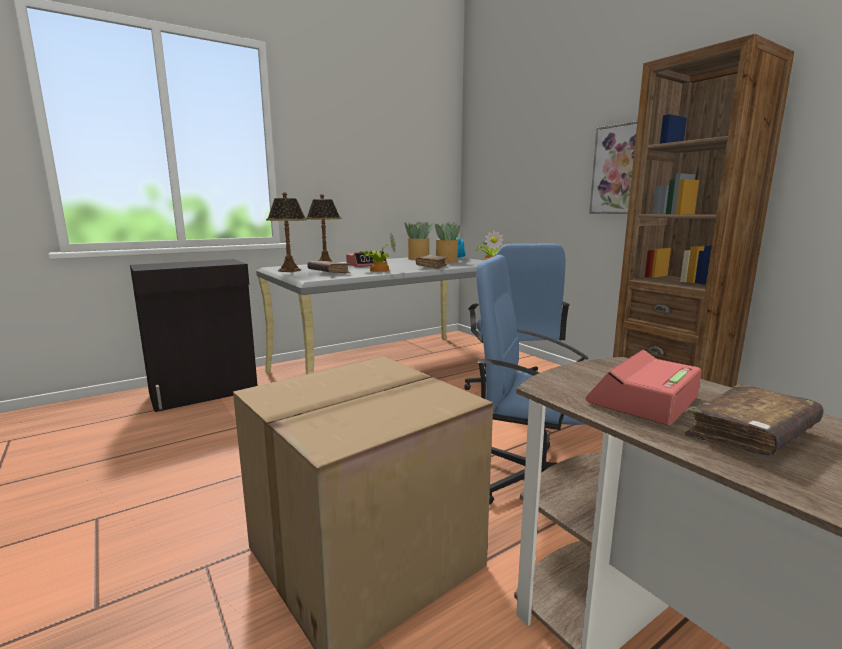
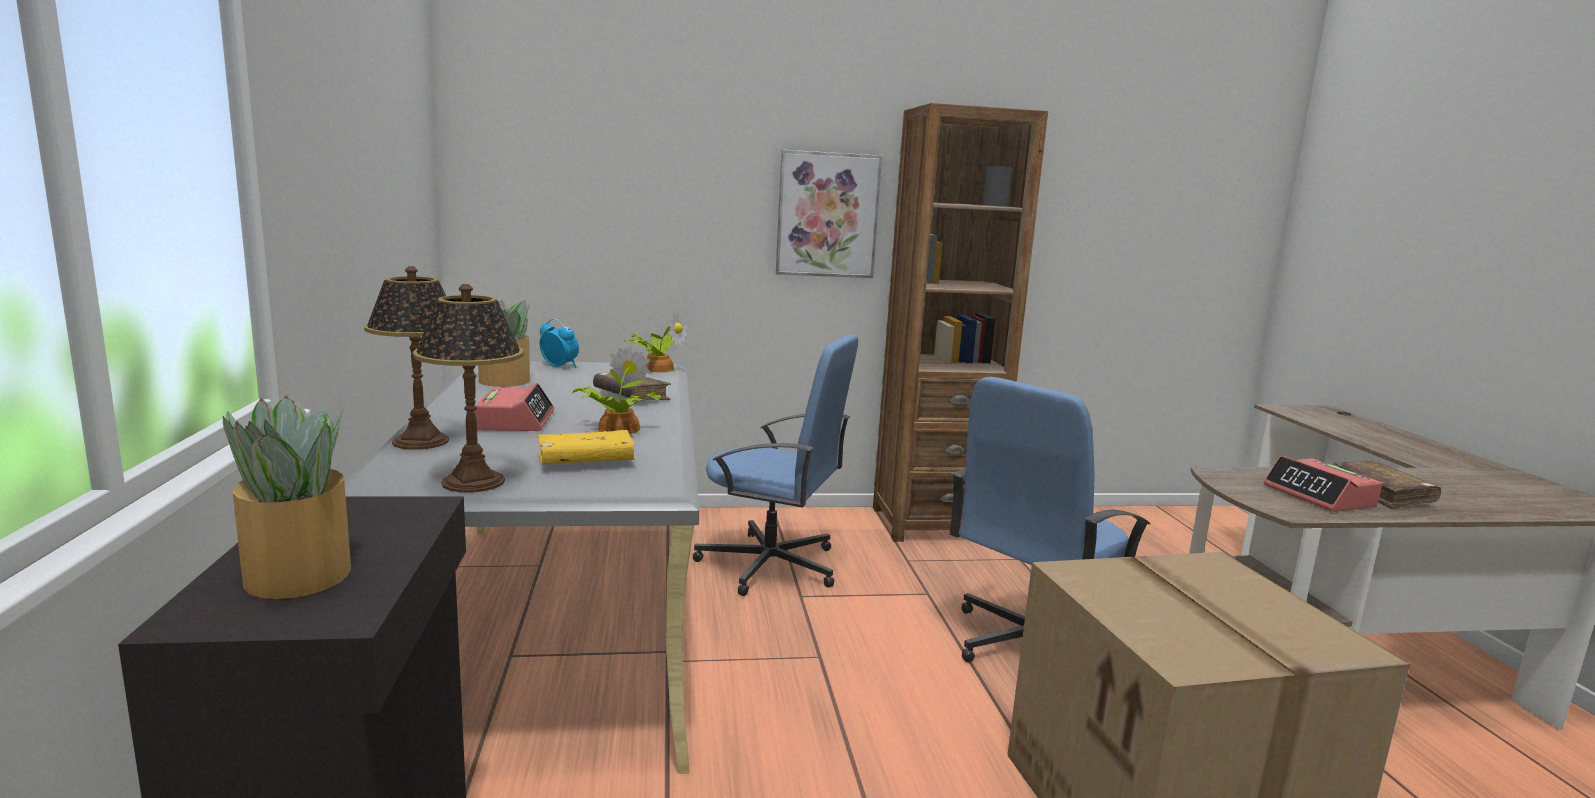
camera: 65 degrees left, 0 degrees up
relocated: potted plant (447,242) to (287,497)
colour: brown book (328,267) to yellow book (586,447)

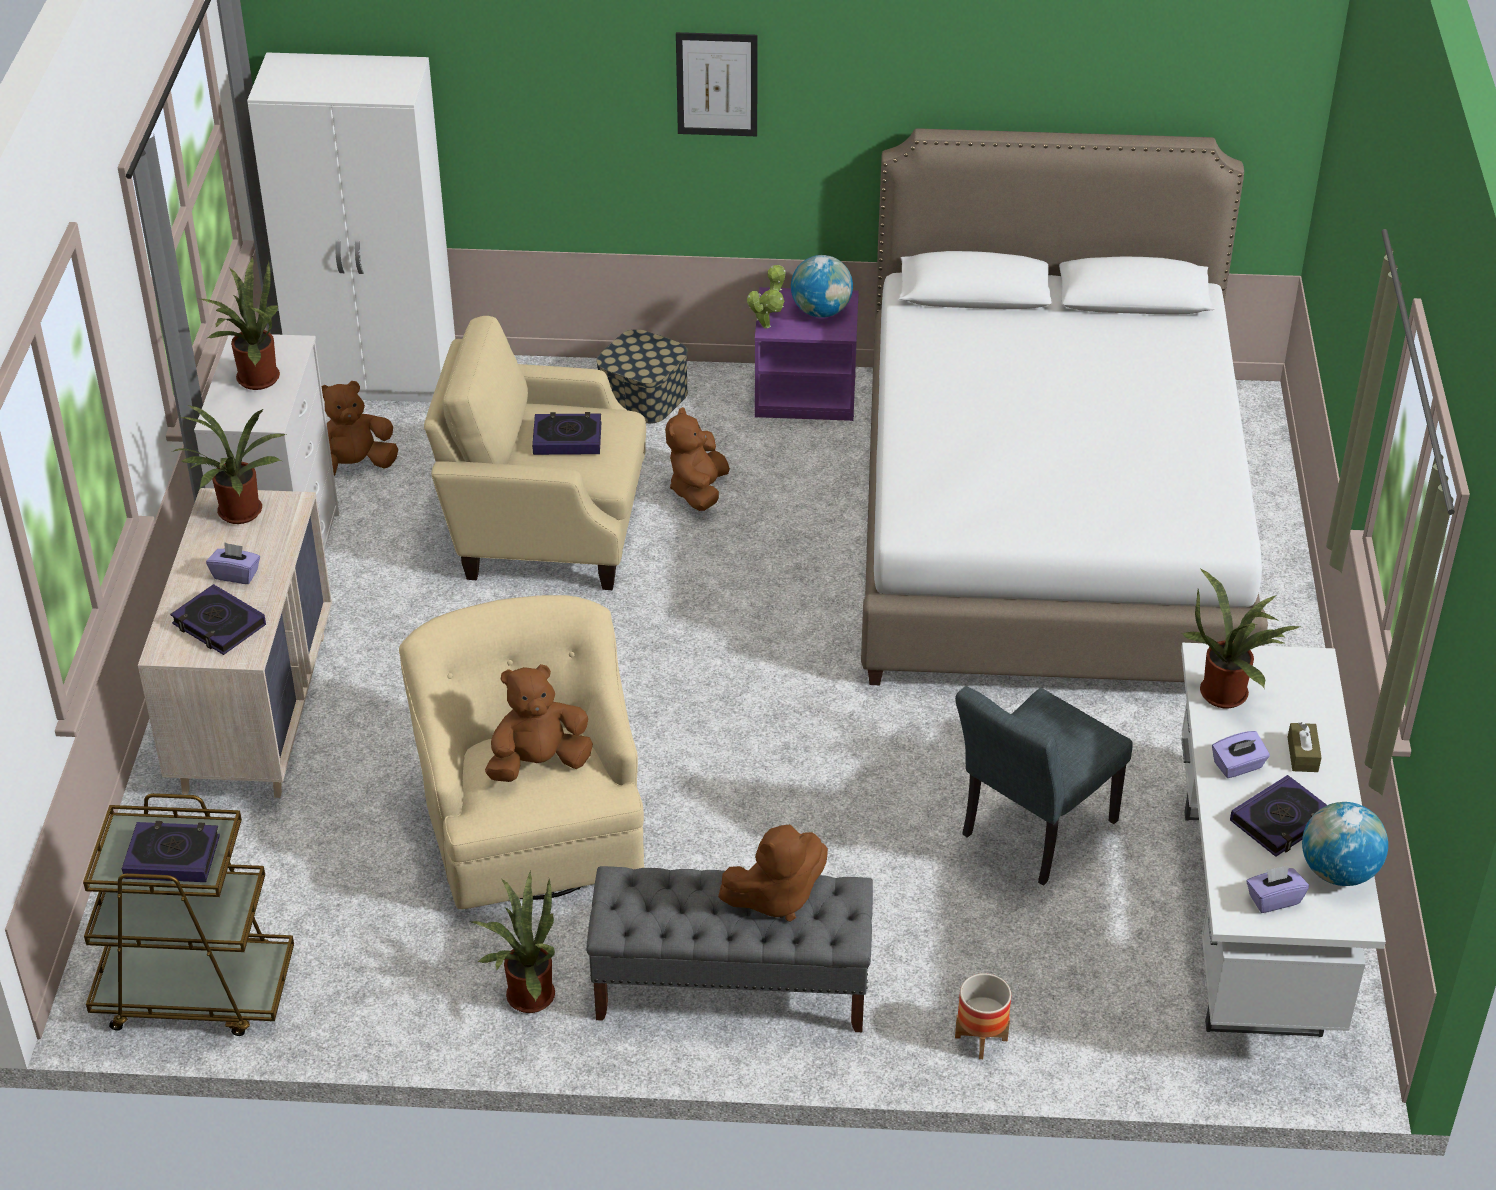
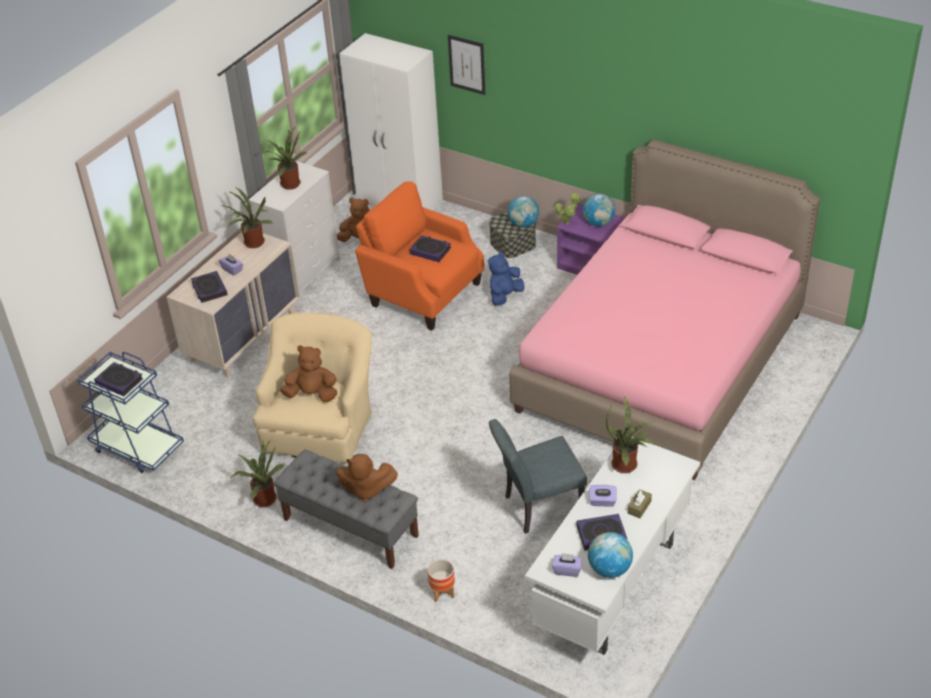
camera: 30 degrees right, 0 degrees up
appeared: globe (523,211)
relocated: picture (717,84) to (466,65)
colour: brown cart (188,914) to blue cart (131,412); beige armchair (535,453) to orange armchair (419,256); brown plush toy (697,459) to blue plush toy (506,279); white bed (1064,406) to pink bed (664,309)

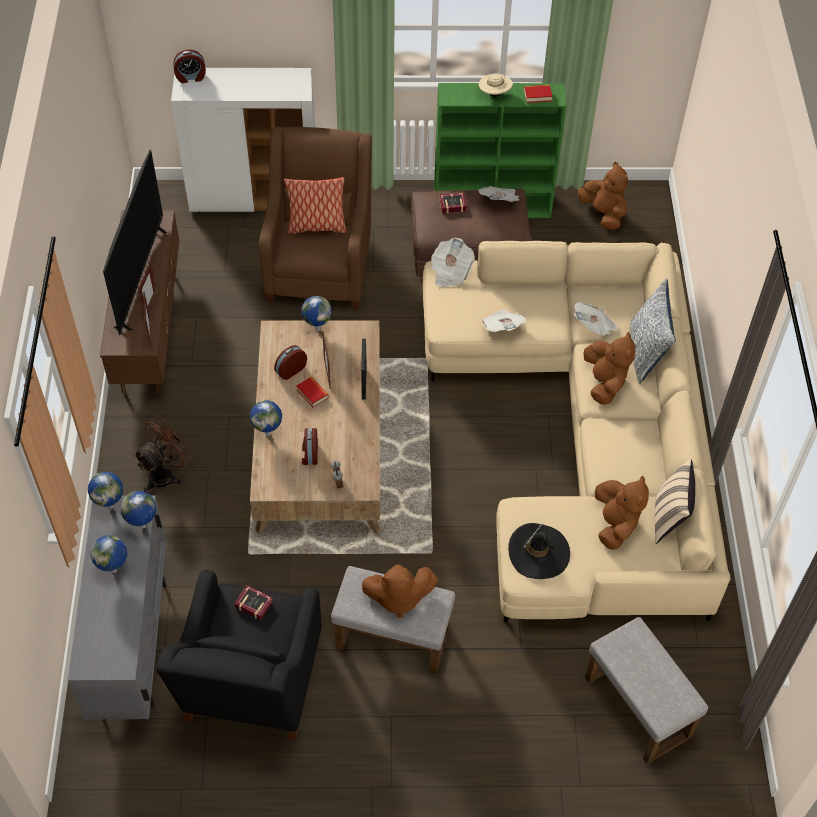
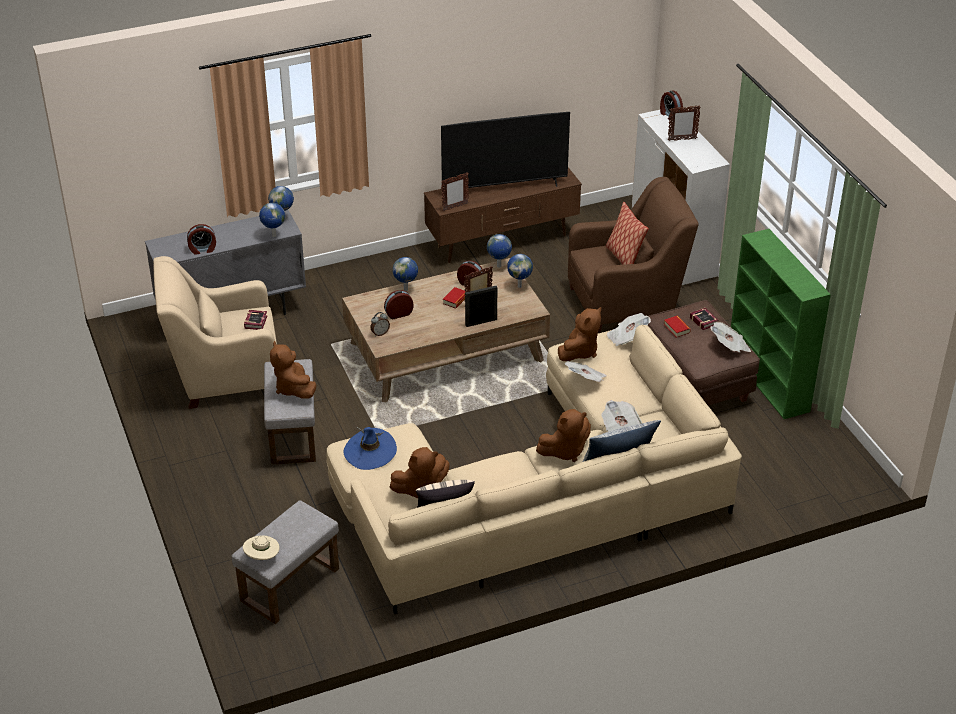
camera: 70 degrees right, 15 degrees down
missing: brown fan (163,454)
appeared: alarm clock (201,239)
relocated: beige hat (496,85) to (261,548); globe (109,554) to (499,251); brown plush toy (603,196) to (579,334); book (538,94) to (677,327); picture frame (147,288) to (684,123)
colour: black armchair (239,655) to beige armchair (215,332); black hat (539,551) to blue hat (370,448)

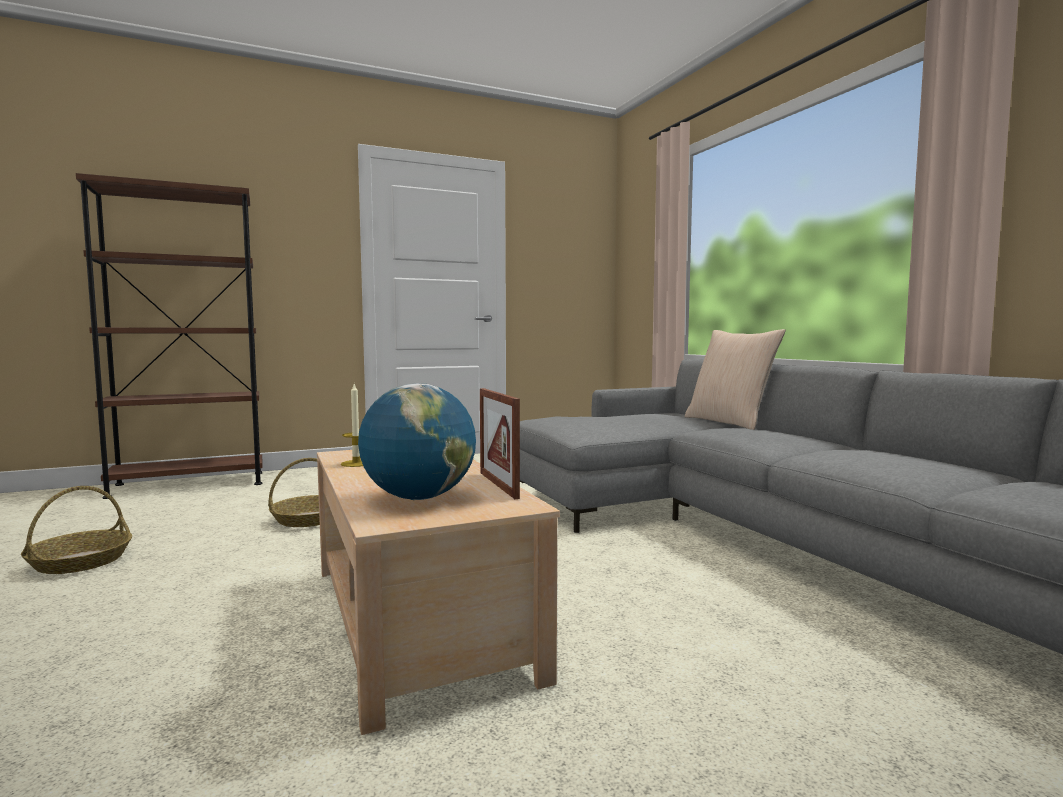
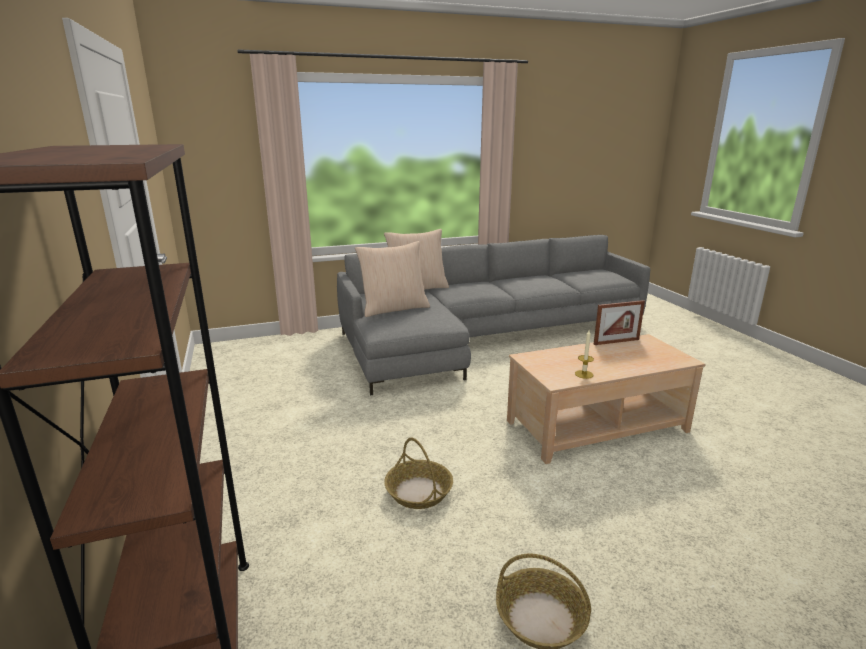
camera: 85 degrees left, 15 degrees up
missing: globe (417,442)
appeared: beige pillow (392,279)

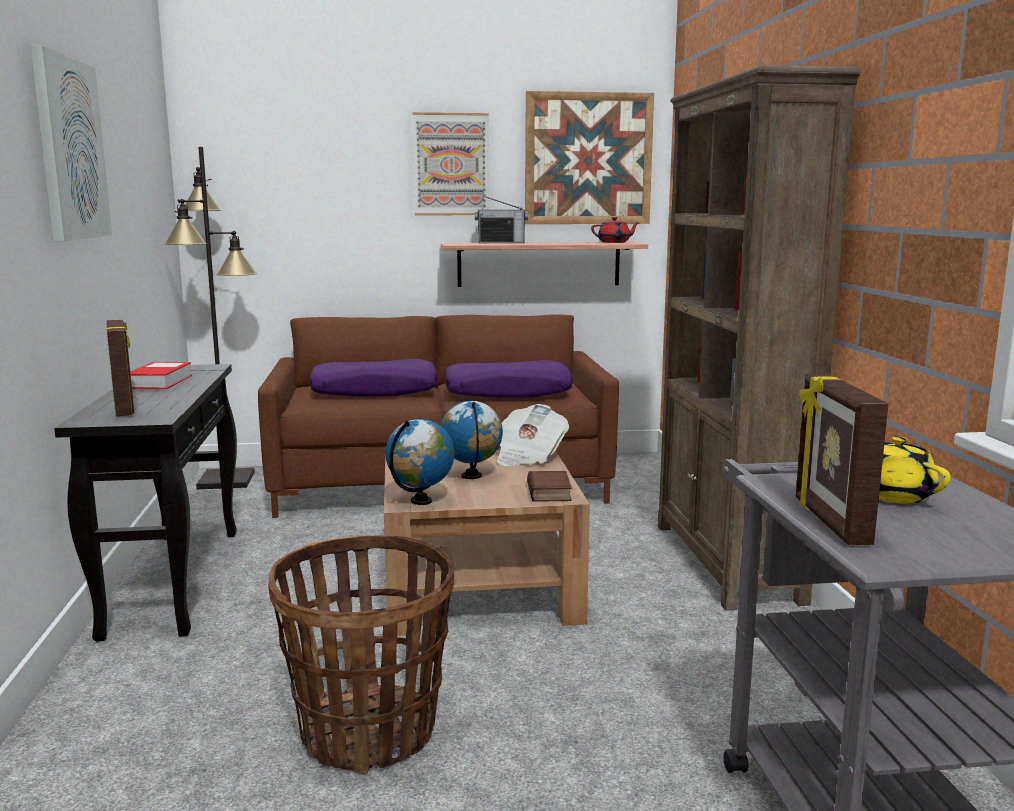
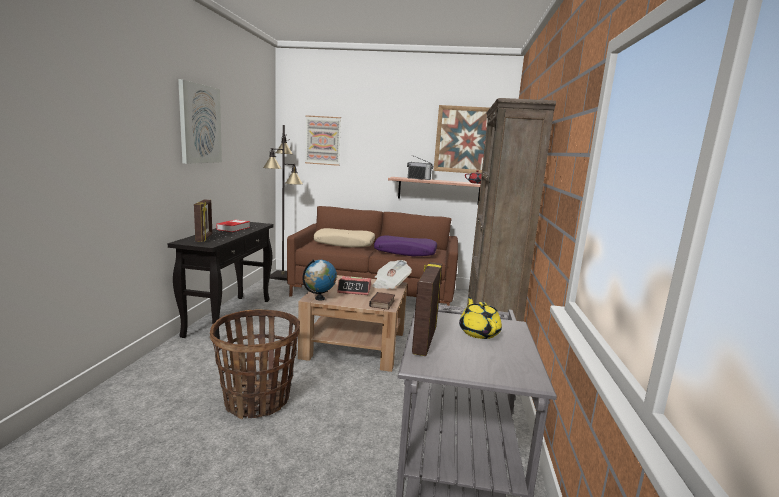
camera: 15 degrees right, 0 degrees up
relocated: picture (450,163) to (323,140)
exchanged: globe (472,440) to alarm clock (354,285)
colour: purple pillow (374,378) to beige pillow (344,238)

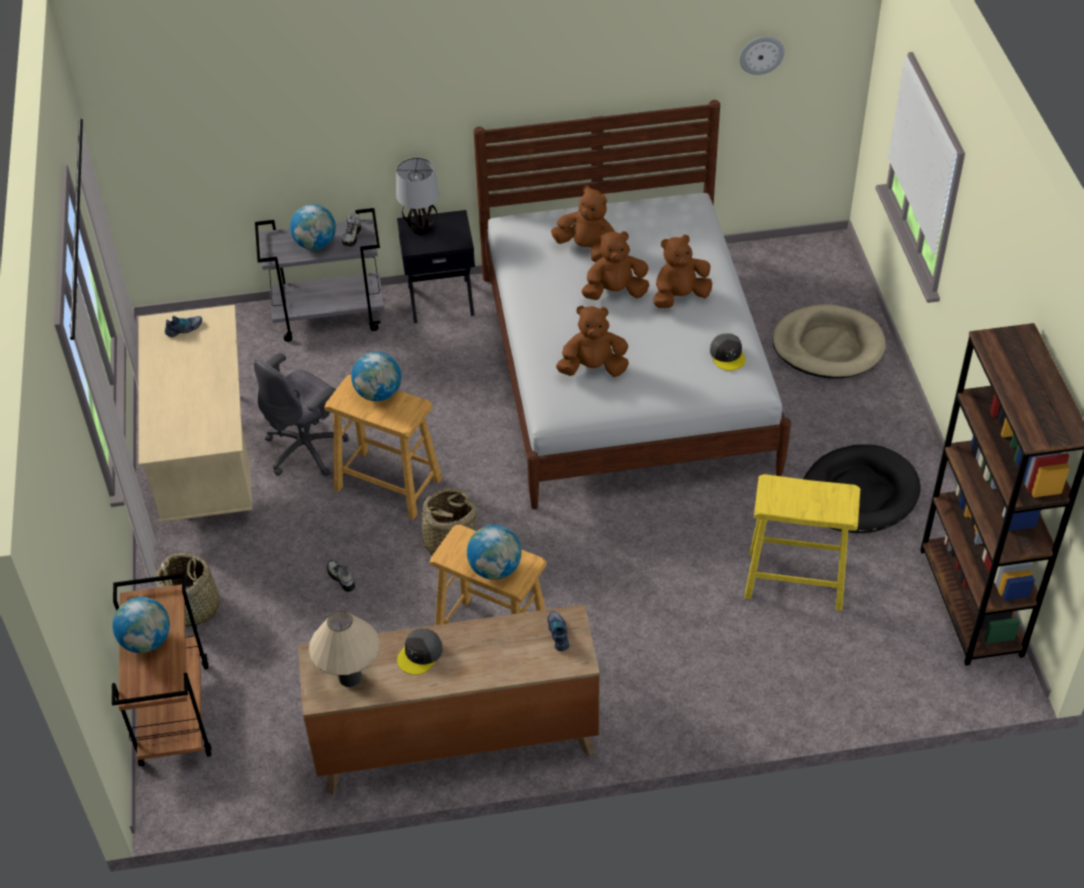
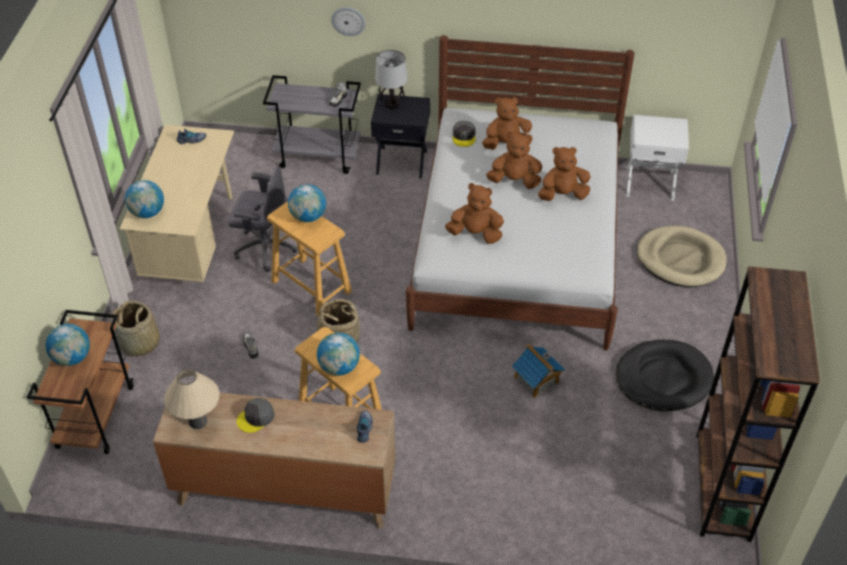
camera: 15 degrees right, 0 degrees up
missing: yellow stool (802,542)
appeared: toy house (538,371); white nightstand (658,158)
relocated: globe (313,227) to (144,199); wall clock (762,56) to (348,21); grey cap (727,352) to (464,134)
spun: grey office chair (301,414) = (263,219) 135 degrees counterclockwise; brown plush toy (583,223) = (507,123) 60 degrees counterclockwise

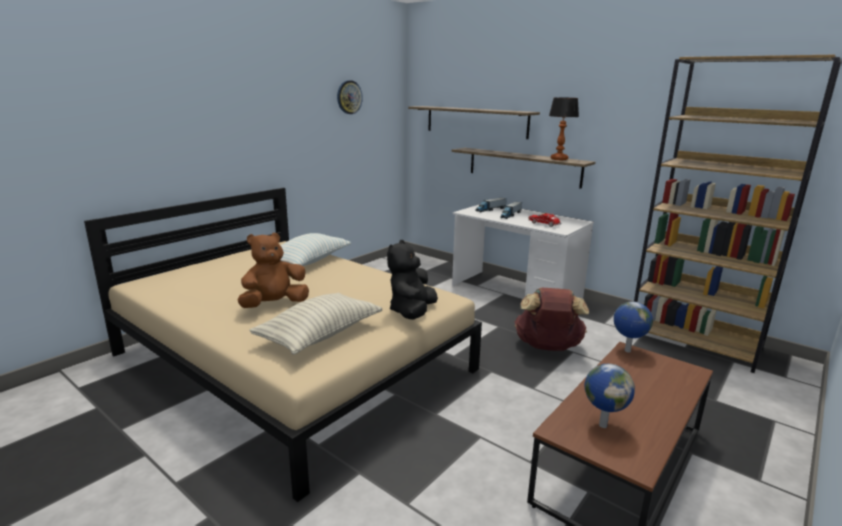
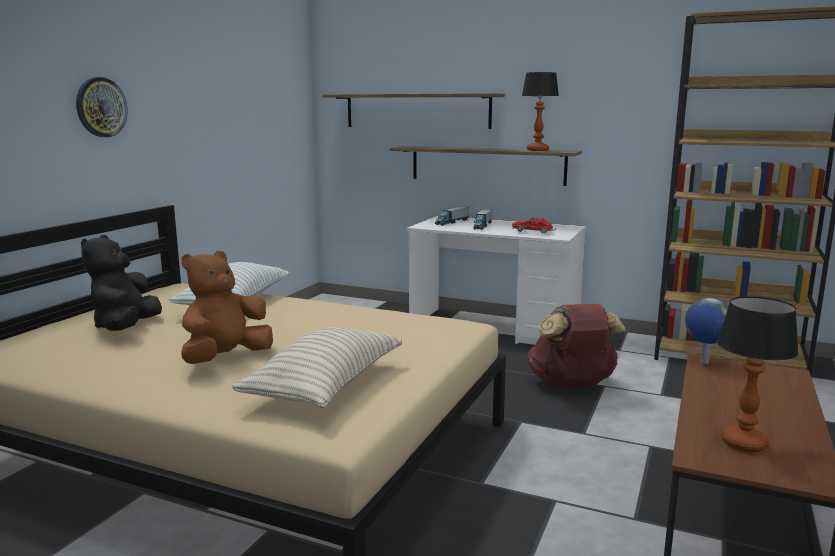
camera: 15 degrees left, 5 degrees down
relocated: wall clock (350,97) to (102,107); black plush toy (412,280) to (121,283)
exchanged: globe (609,396) to table lamp (757,374)

